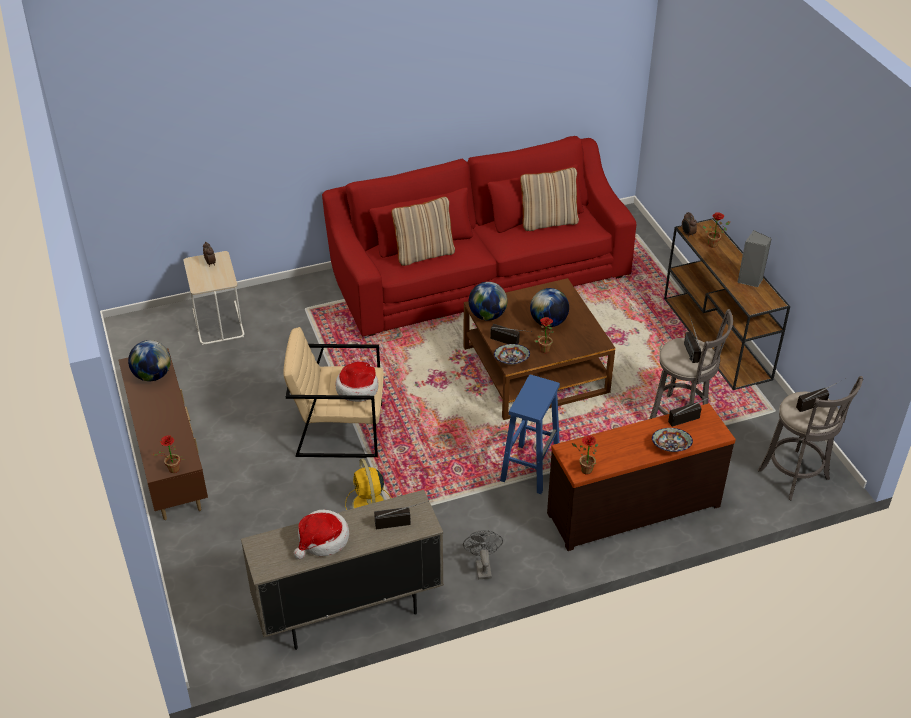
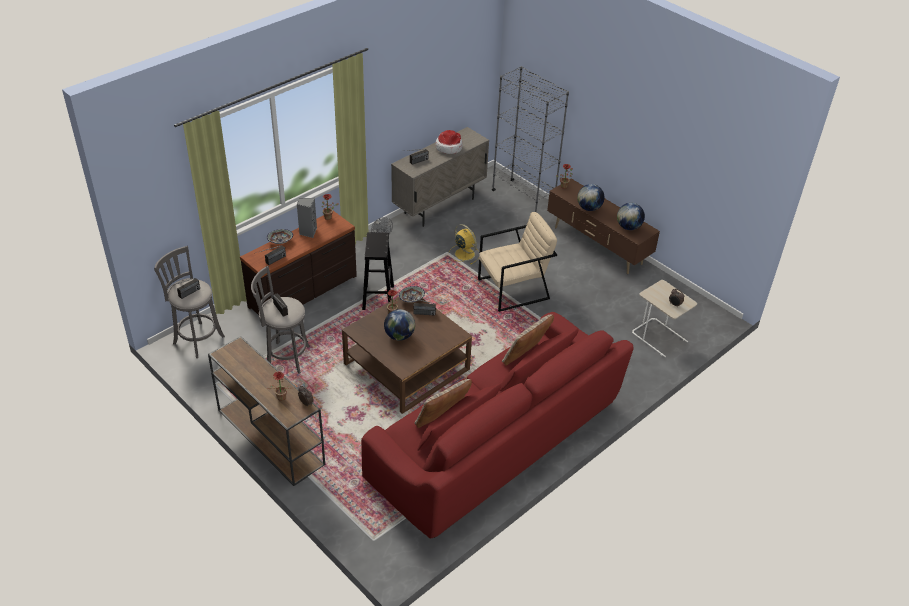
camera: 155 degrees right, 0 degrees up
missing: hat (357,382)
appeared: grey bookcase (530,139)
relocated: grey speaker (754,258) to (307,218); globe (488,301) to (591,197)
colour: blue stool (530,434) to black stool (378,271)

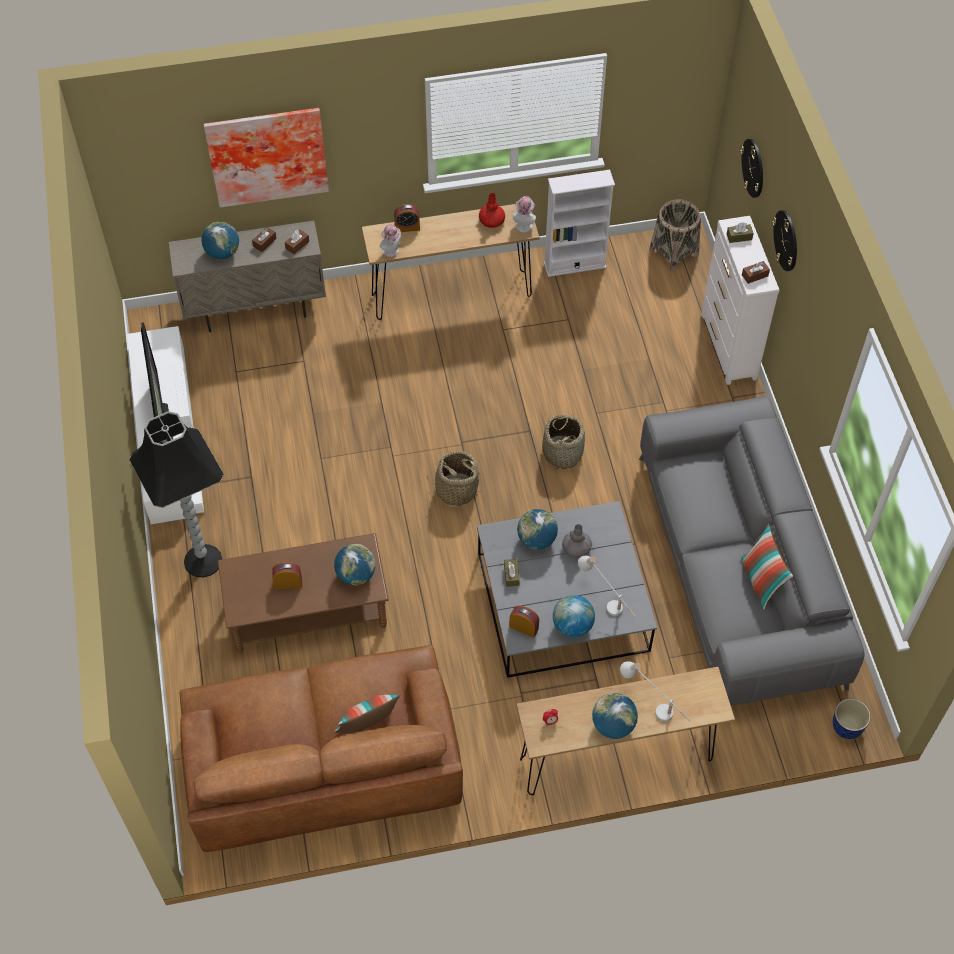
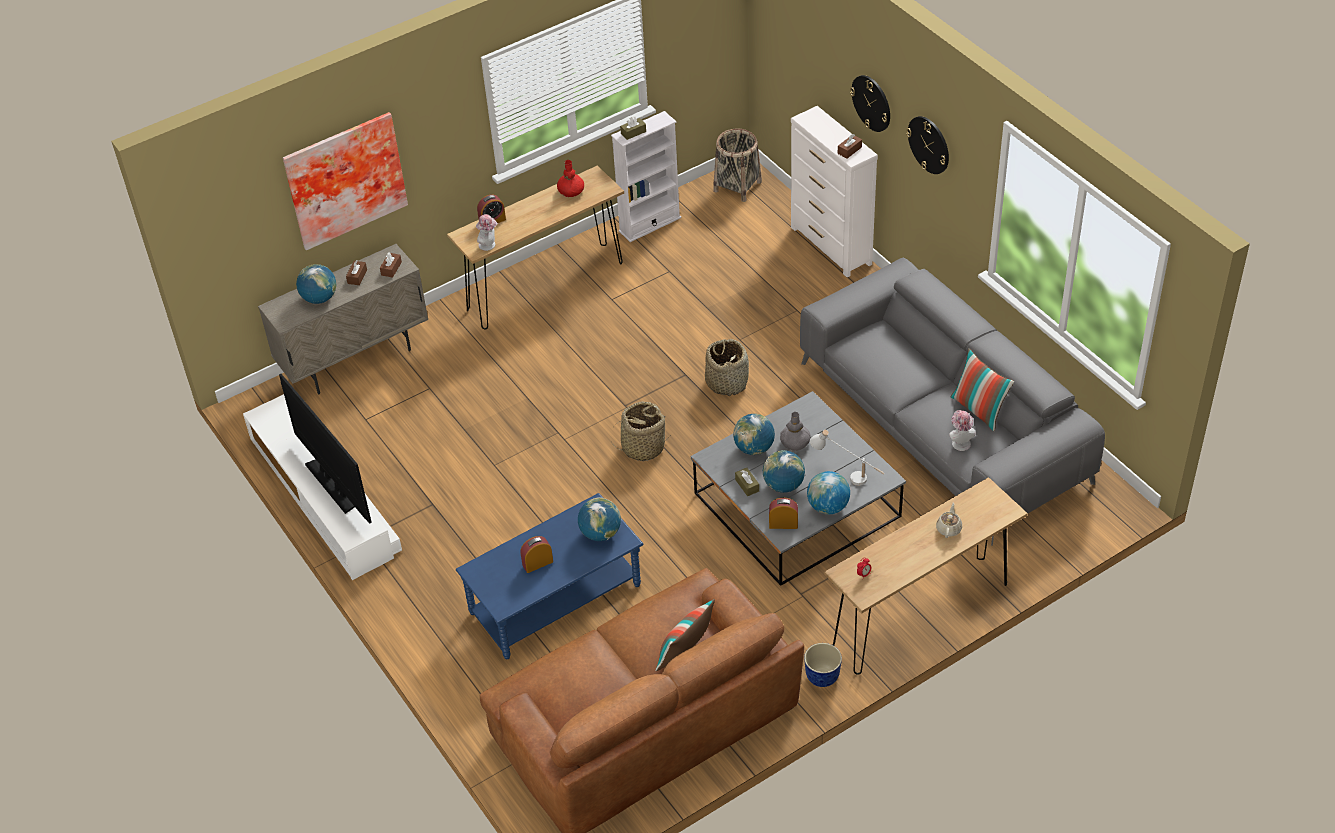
camera: 20 degrees left, 10 degrees down
missing: black floor lamp (176,494)
relocated: brown tissue box (740,232) to (633,128); globe (615,716) to (784,471); planter (852,719) to (823,665); wall clock (751,168) to (927,145); hat (524,214) to (962,430)
exchanged: white table lamp (655,691) to beige teapot (949,520)
colour: brown coffee table (303,593) to blue coffee table (550,576)

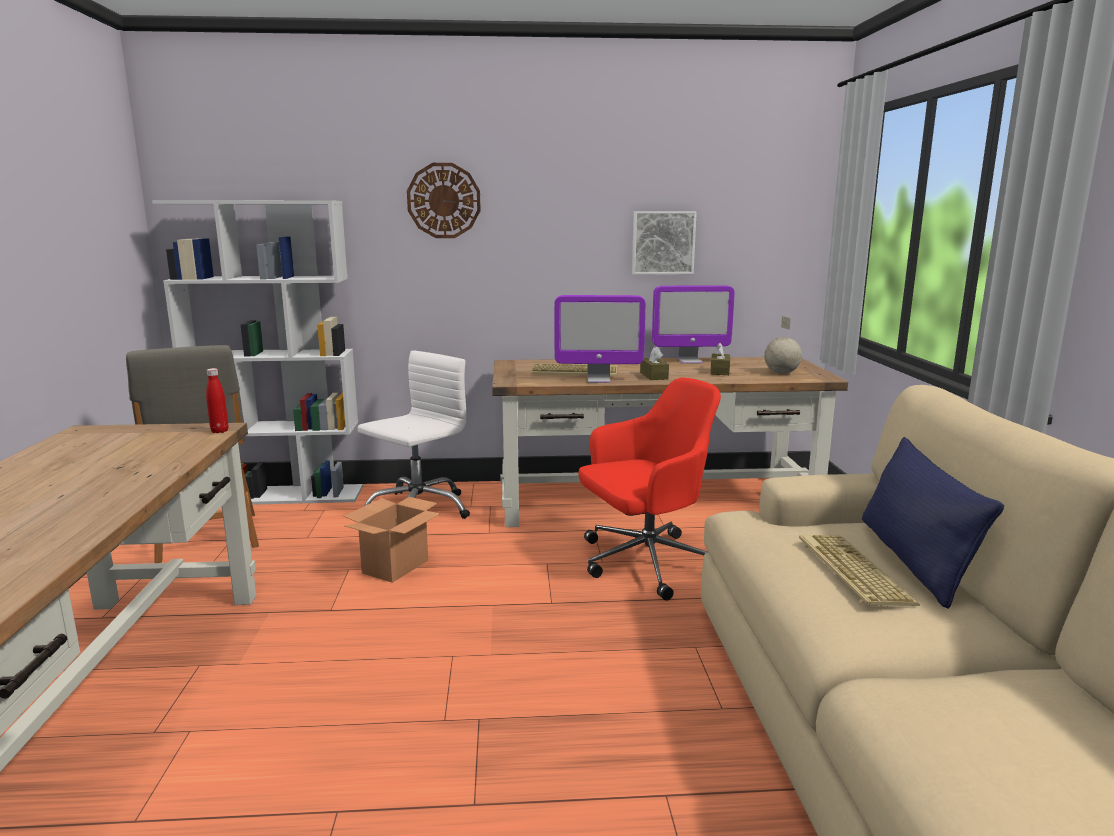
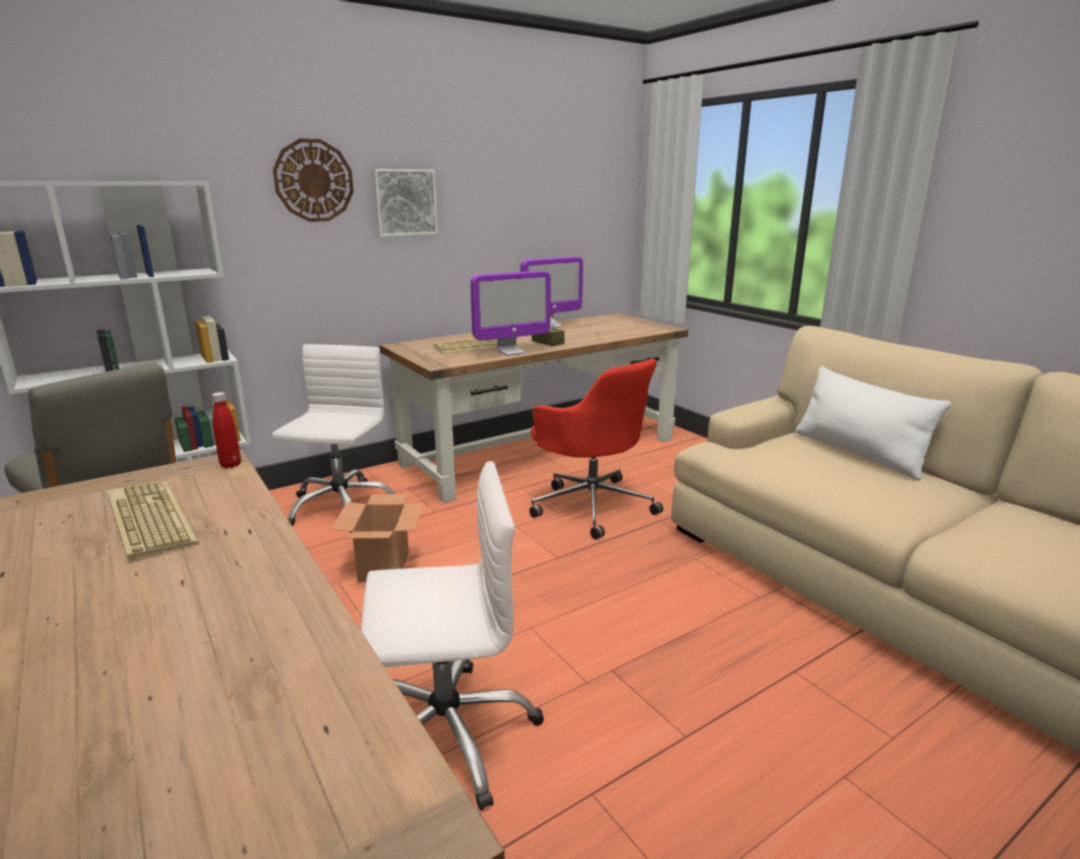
camera: 30 degrees left, 5 degrees up
missing: brown tissue box (720,359); globe (783,345)
appeared: white office chair (452,636)
relocated: keyboard (859,570) to (153,519); picture (664,243) to (405,203)
colour: blue pillow (933,523) to white pillow (873,423)
spun: red office chair (650,489) = (596,449) 105 degrees clockwise

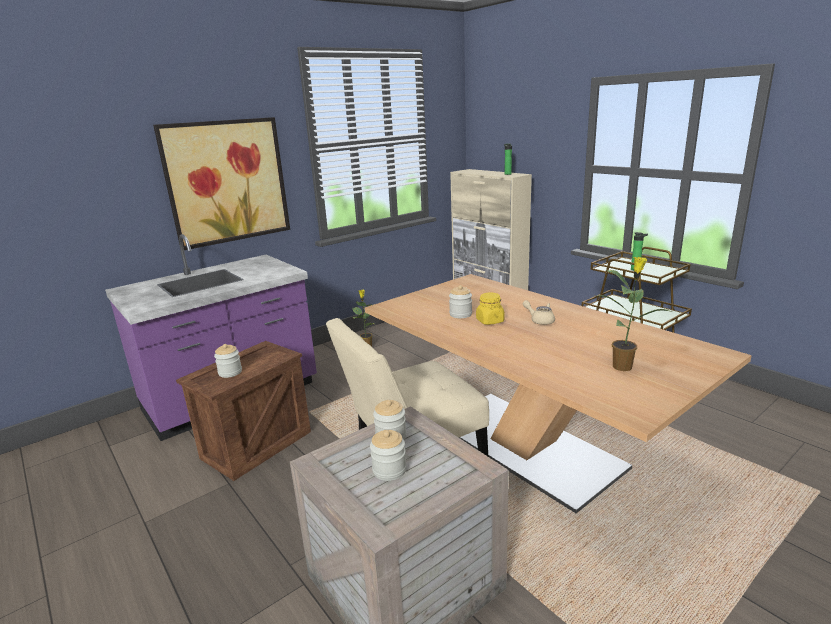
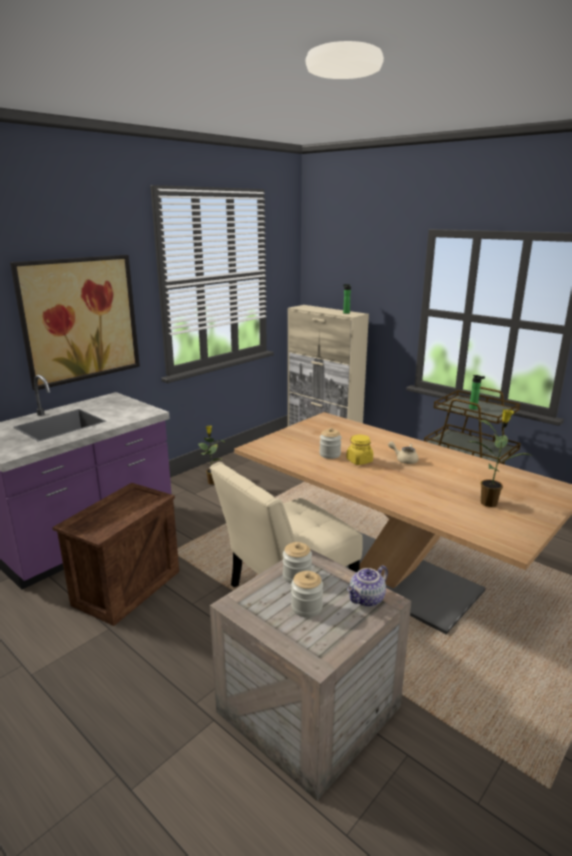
camera: 10 degrees left, 0 degrees up
missing: jar (228,361)
appeared: teapot (367,586)

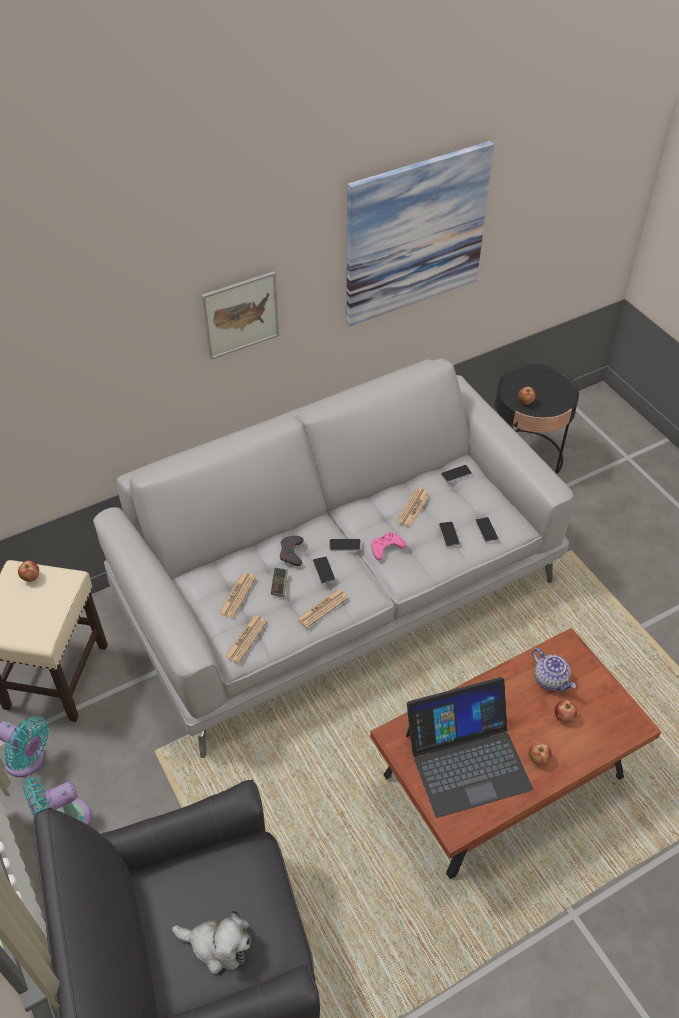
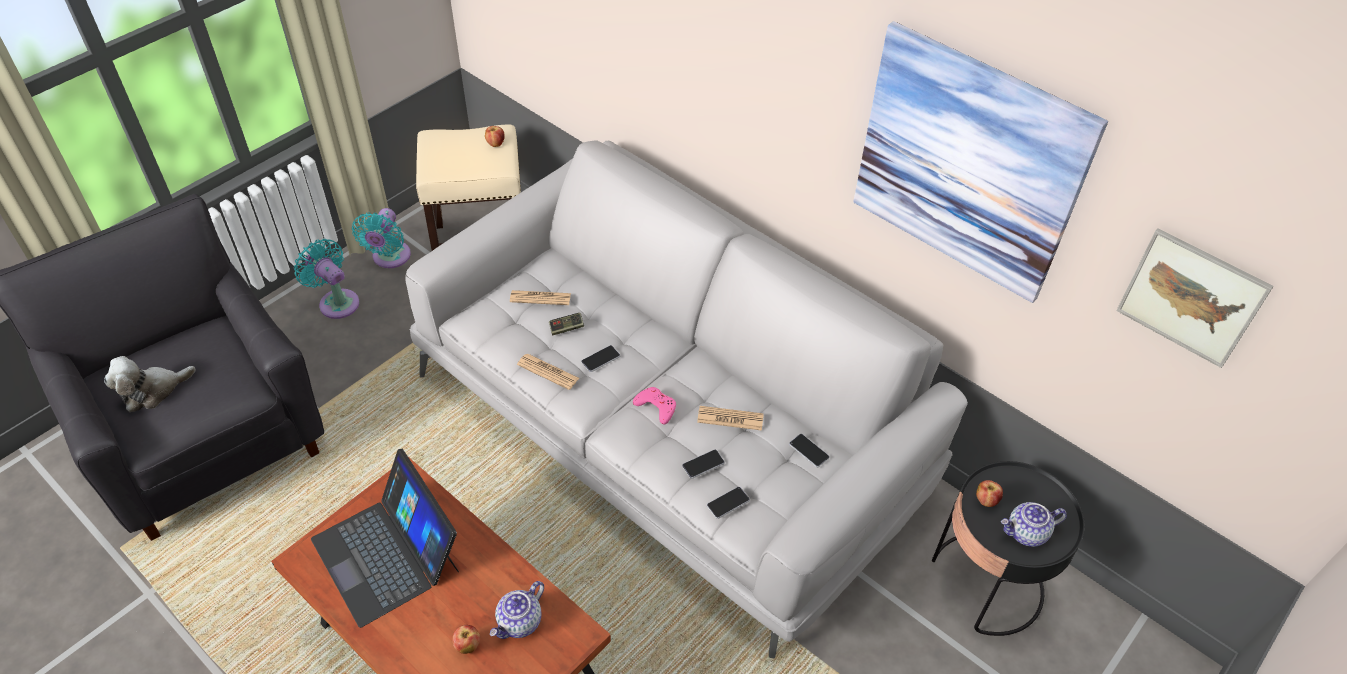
camera: 70 degrees right, 0 degrees up
missing: newspaper (246,639); grey game controller (292,551); phone (345,545); apple (540,753)
appeared: teapot (1034,524)
relocated: picture (240,315) to (1195,298)
spun: plush toy (211,942) = (150,384) 60 degrees clockwise

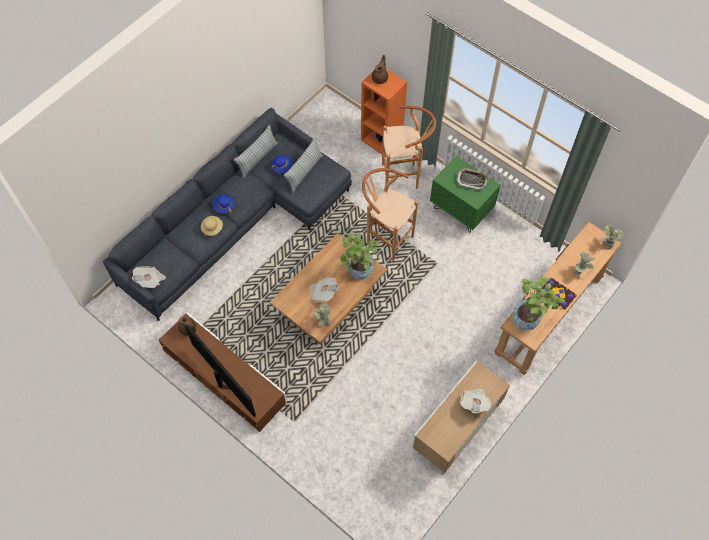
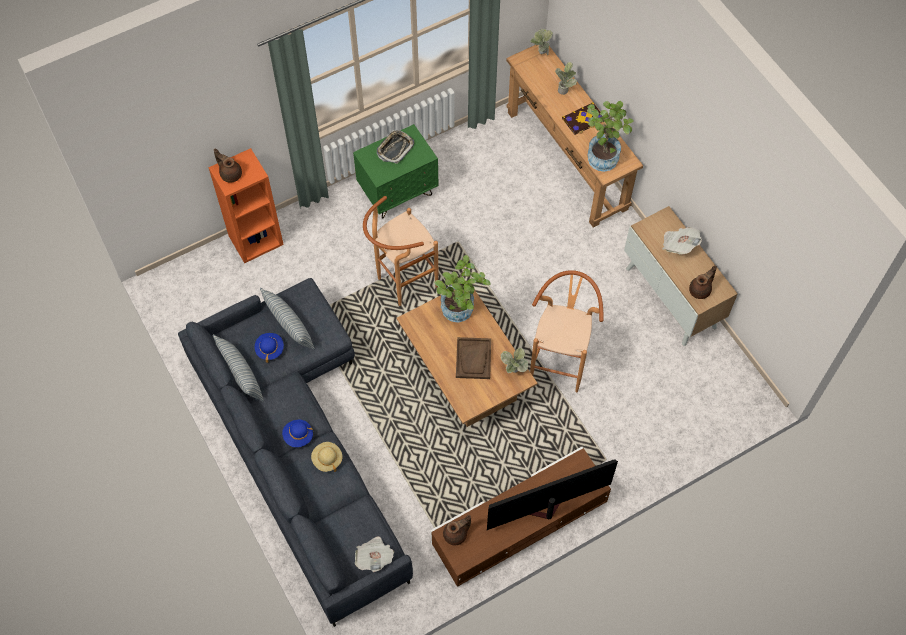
camera: 70 degrees left, 0 degrees up
appeared: brown teapot (703,282)
relocated: brown stool (409,147) to (567,331)
exchanged: newspaper (323,289) to brown tray (473,358)

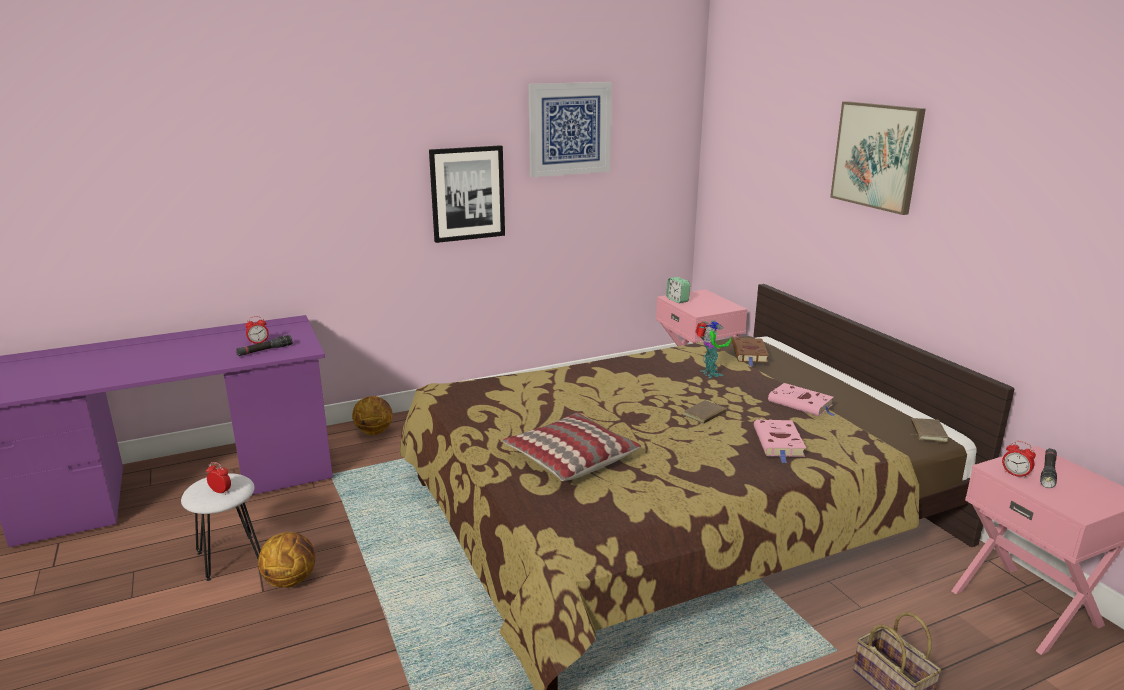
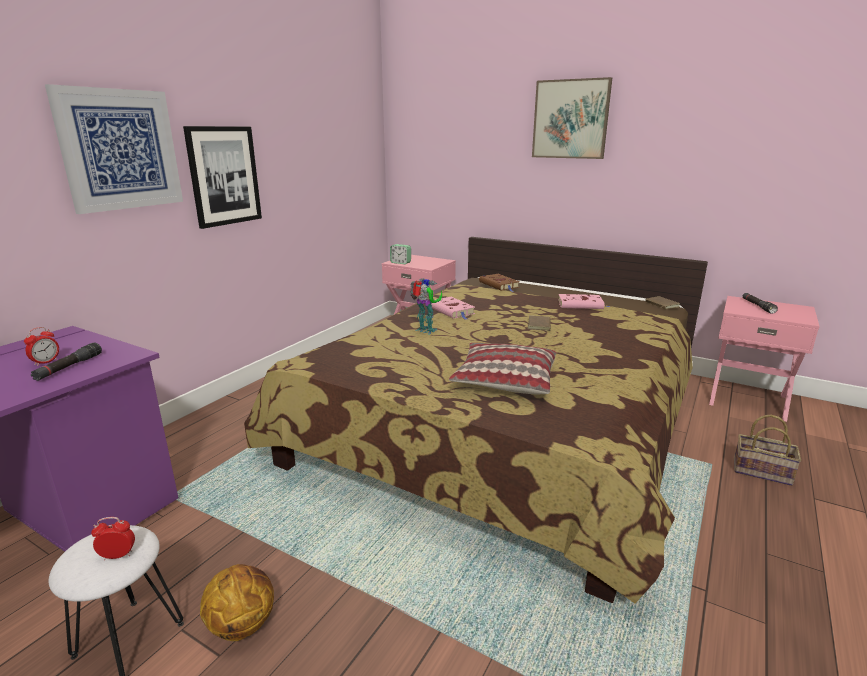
camera: 35 degrees left, 0 degrees up
missing: basketball (372,415); alarm clock (1019,460)
relocated: picture (570,129) to (114,149); toy robot (713,349) to (426,306); pink book (780,441) to (453,308)

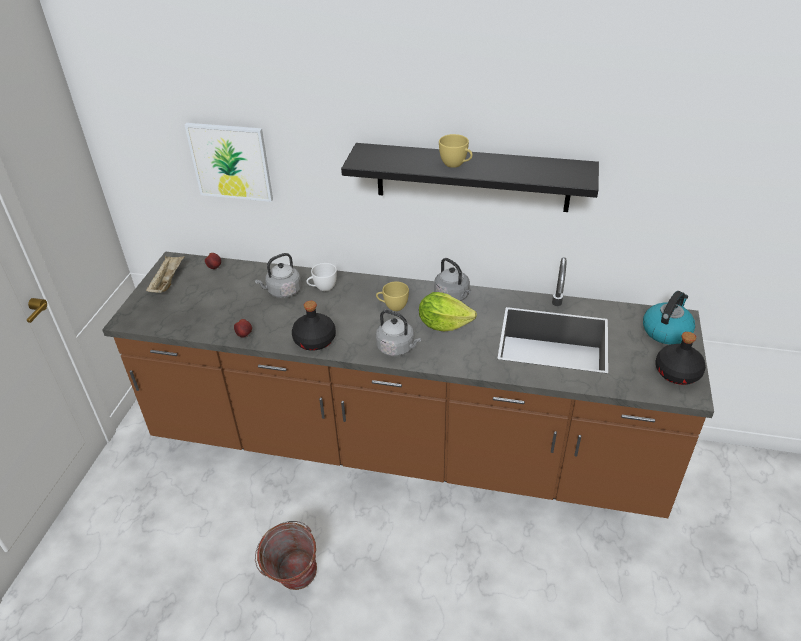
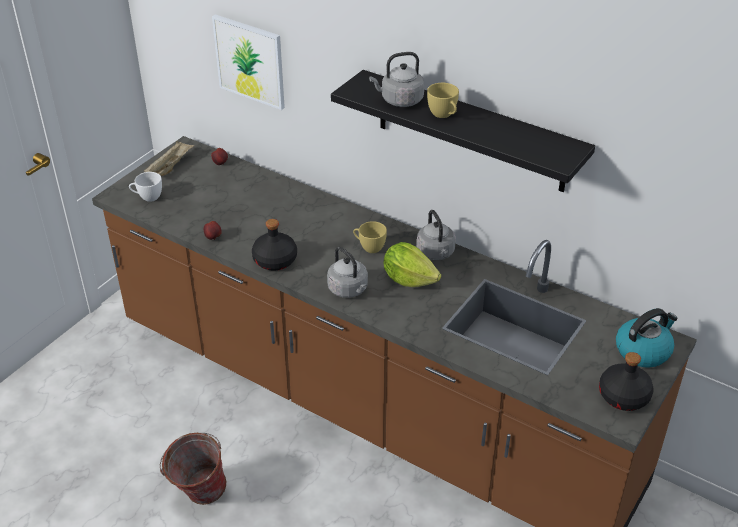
camera: 20 degrees right, 0 degrees up
relocated: white cup (322,277) to (145,187); grey kettle (278,275) to (396,79)

